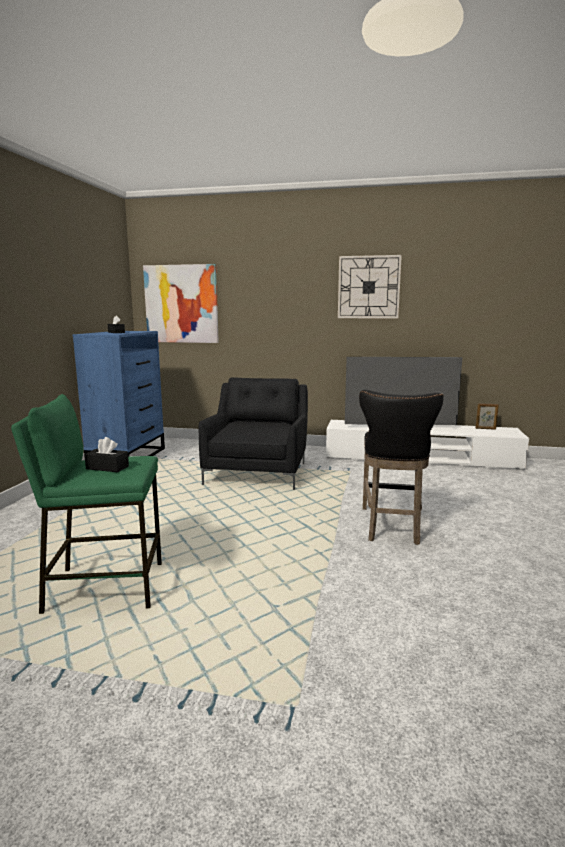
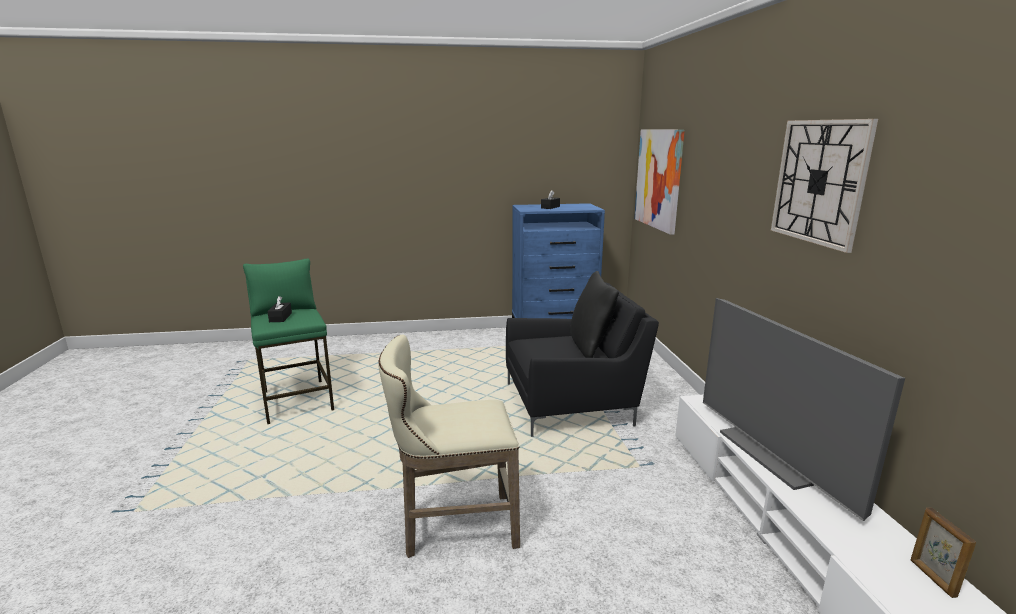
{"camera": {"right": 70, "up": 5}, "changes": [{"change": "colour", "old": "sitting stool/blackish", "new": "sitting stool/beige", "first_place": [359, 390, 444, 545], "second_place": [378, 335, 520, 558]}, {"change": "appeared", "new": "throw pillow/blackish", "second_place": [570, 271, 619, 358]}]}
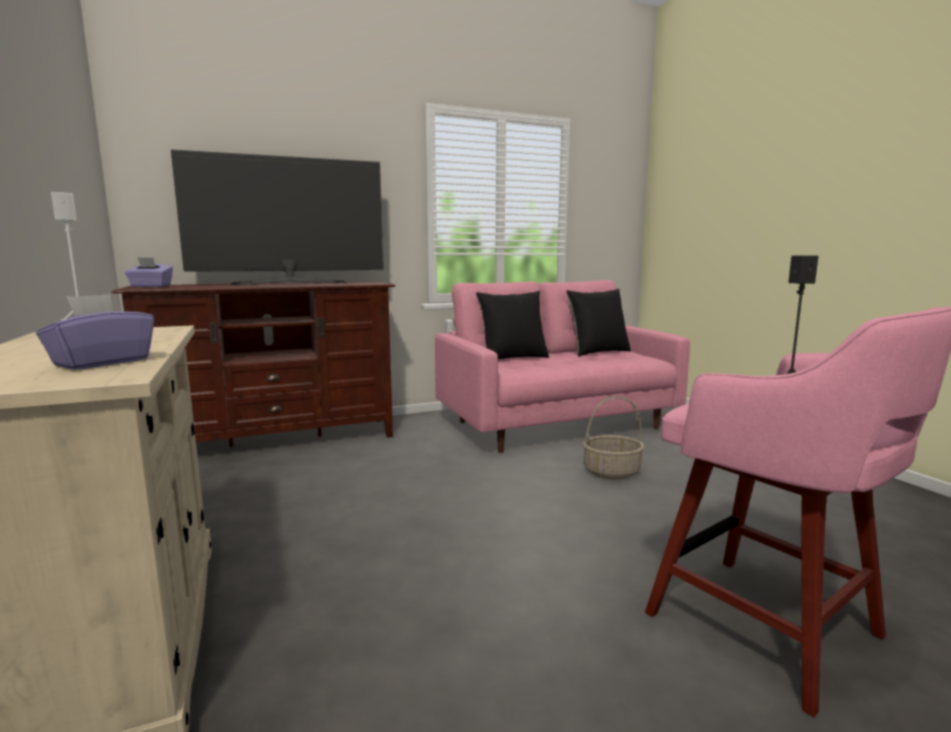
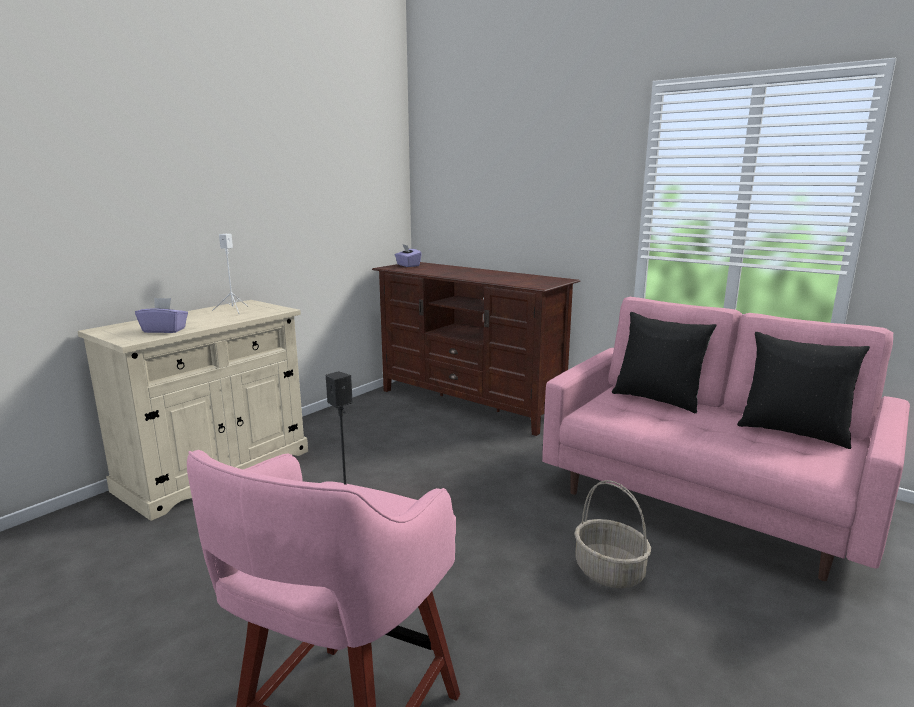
{"camera": {"right": 60, "up": 5}, "changes": [{"change": "missing", "old": "television", "first_place": [171, 149, 384, 285]}]}
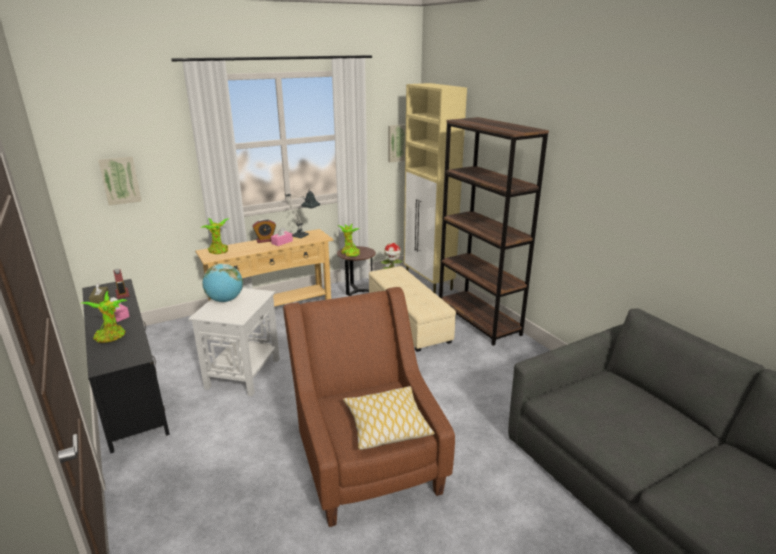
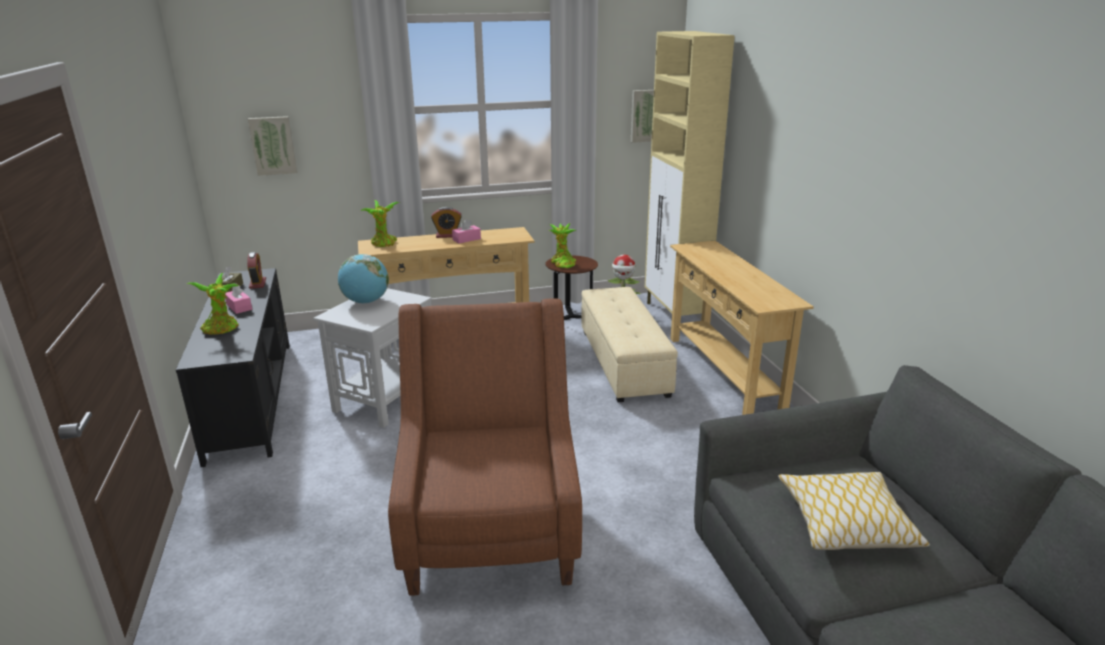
{"camera": {"right": 15, "up": 0}, "changes": [{"change": "missing", "old": "lamp for a table", "first_place": [285, 191, 320, 238]}, {"change": "relocated", "old": "throw pillow", "first_place": [343, 386, 435, 450], "second_place": [778, 472, 930, 550]}, {"change": "exchanged", "old": "bookshelf/brown", "new": "console table/beige", "first_place": [439, 117, 549, 346], "second_place": [670, 241, 814, 415]}]}
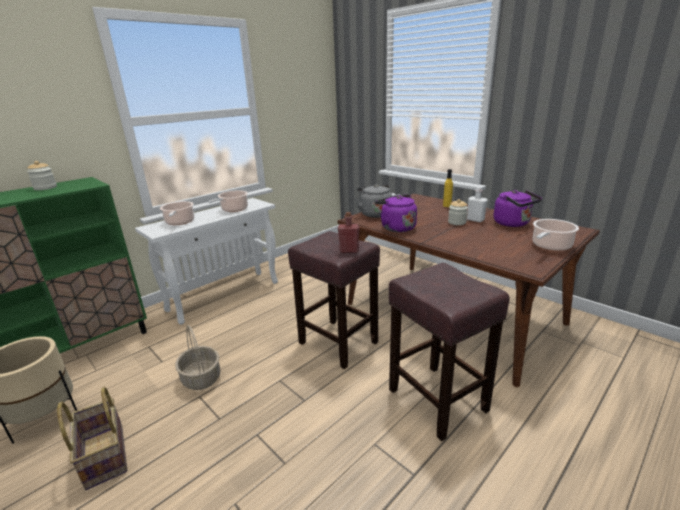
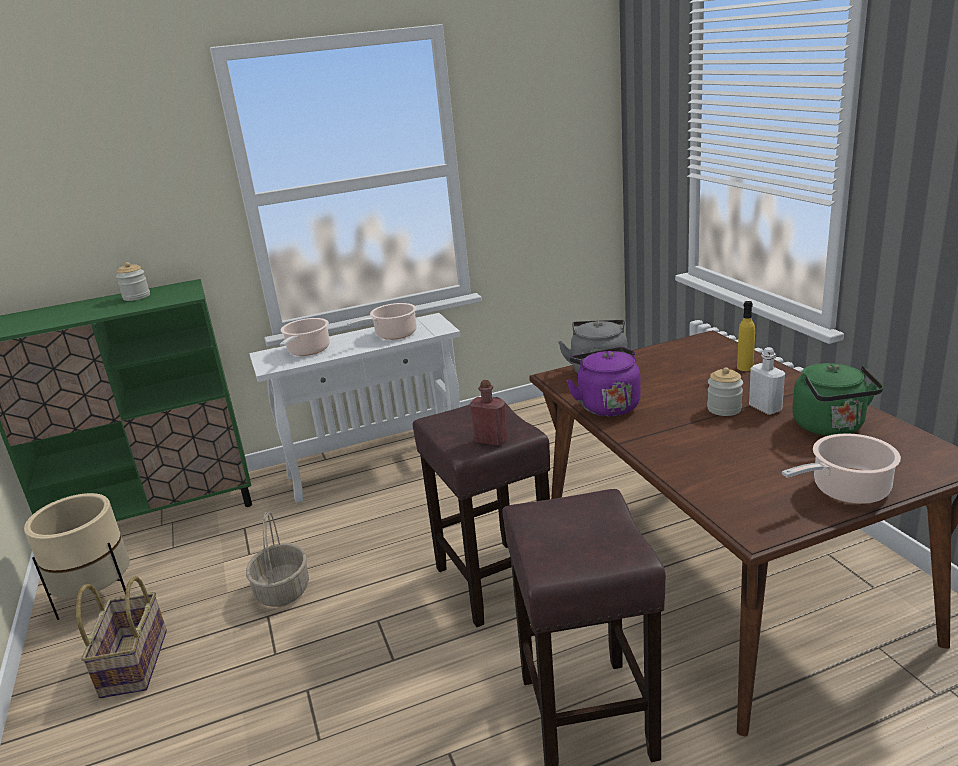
{"camera": {"right": 25, "up": 0}, "changes": [{"change": "colour", "old": "tea kettle/purple", "new": "tea kettle/green-coloured", "first_place": [494, 190, 542, 227], "second_place": [792, 363, 884, 436]}]}
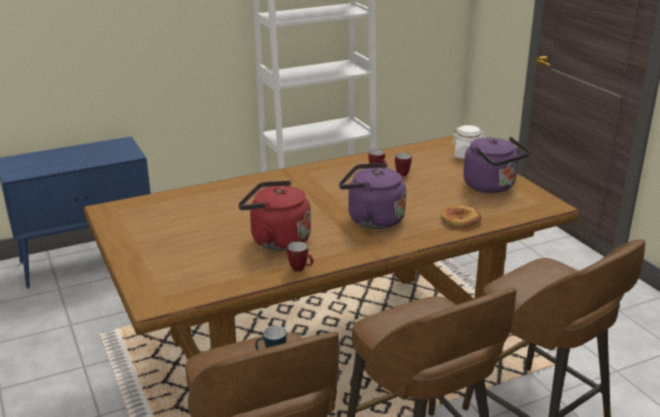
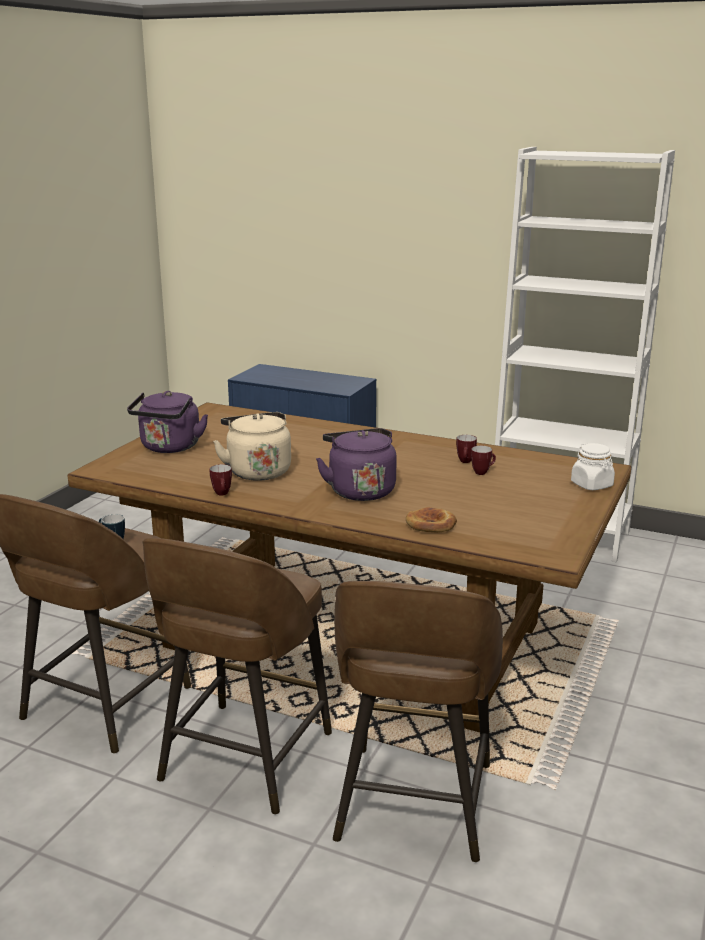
{"camera": {"right": 50, "up": -5}, "changes": [{"change": "colour", "old": "tea kettle/red-coloured", "new": "tea kettle/beige", "first_place": [238, 180, 311, 251], "second_place": [213, 412, 291, 481]}, {"change": "relocated", "old": "tea kettle/purple", "first_place": [463, 137, 530, 193], "second_place": [127, 391, 208, 453]}]}
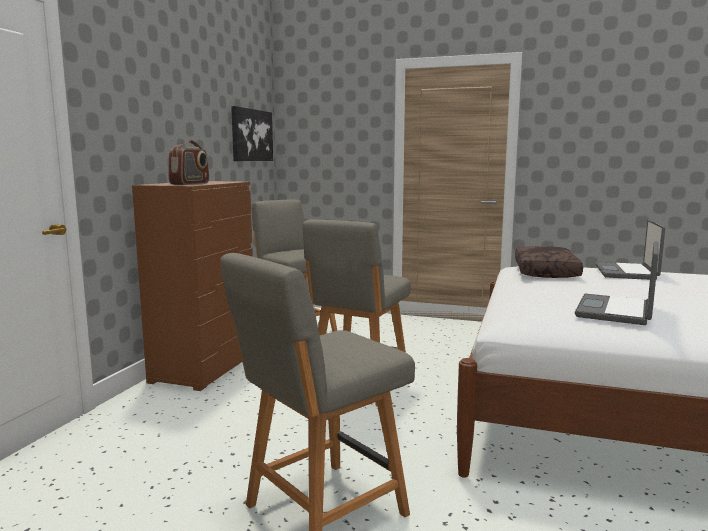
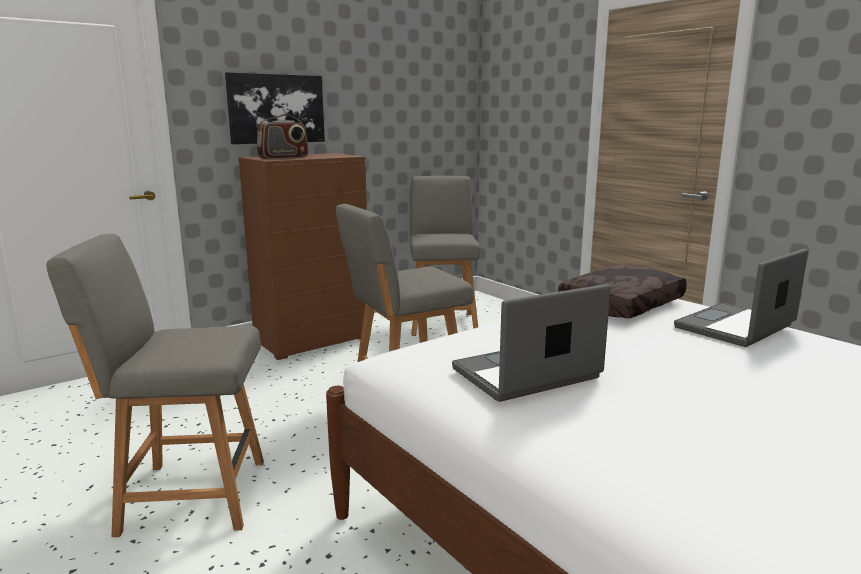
{"camera": {"right": 35, "up": 5}, "changes": [{"change": "relocated", "old": "wall art", "first_place": [231, 106, 273, 161], "second_place": [225, 72, 325, 144]}]}
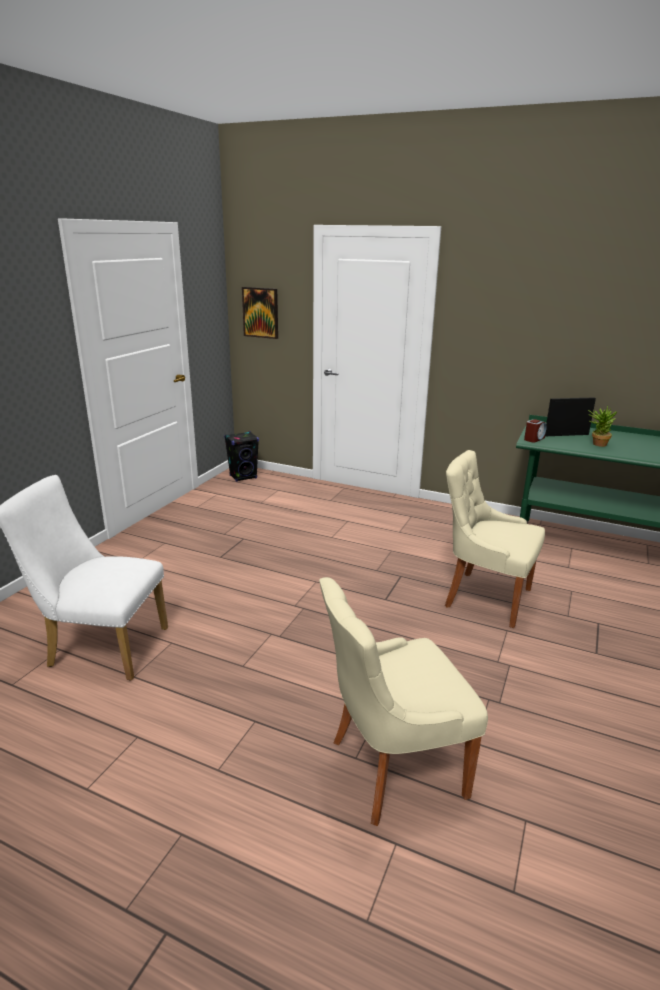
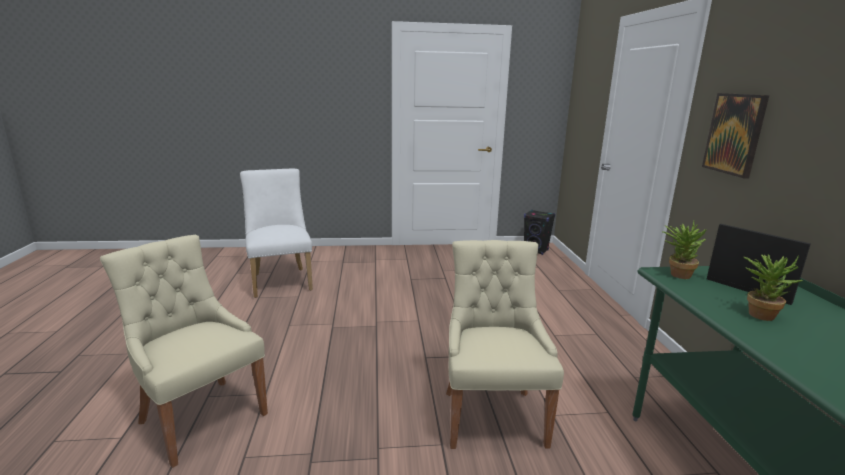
{"camera": {"right": 60, "up": -5}, "changes": [{"change": "relocated", "old": "wall art", "first_place": [242, 287, 278, 339], "second_place": [702, 93, 769, 179]}, {"change": "exchanged", "old": "bedside clock", "new": "potted plant", "first_place": [524, 419, 547, 443], "second_place": [662, 221, 707, 279]}]}
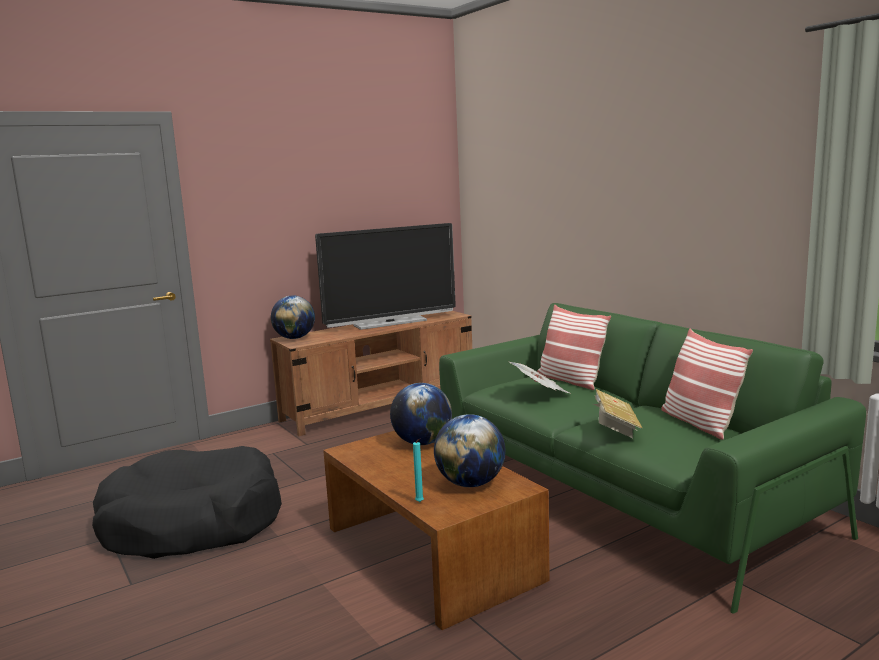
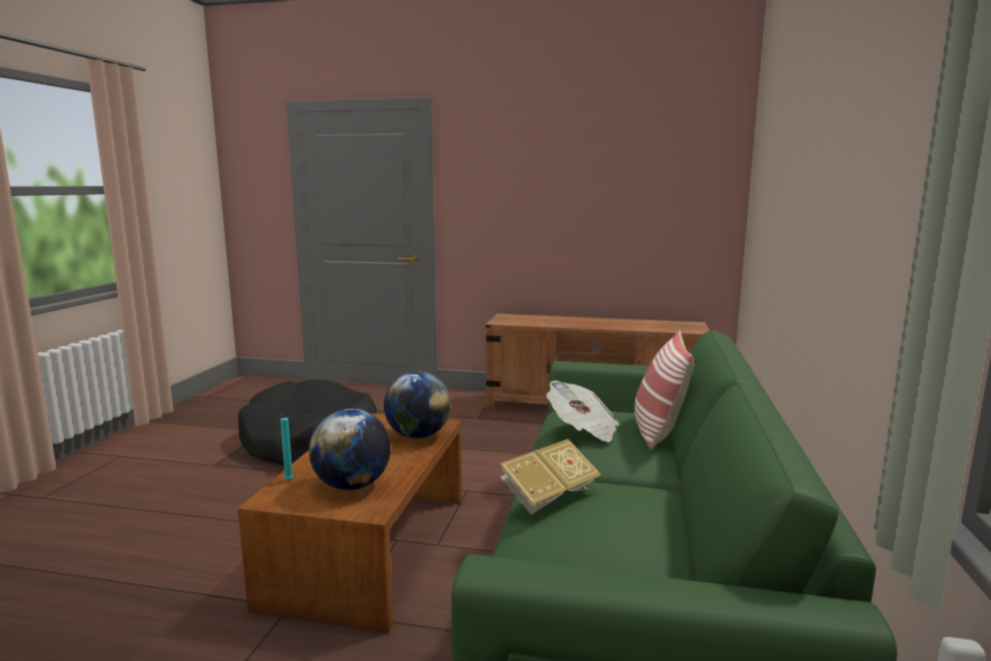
{"camera": {"right": 45, "up": 0}, "changes": [{"change": "missing", "old": "world globe", "first_place": [271, 295, 315, 339]}, {"change": "missing", "old": "television", "first_place": [315, 223, 456, 330]}, {"change": "missing", "old": "throw pillow", "first_place": [661, 329, 753, 440]}]}
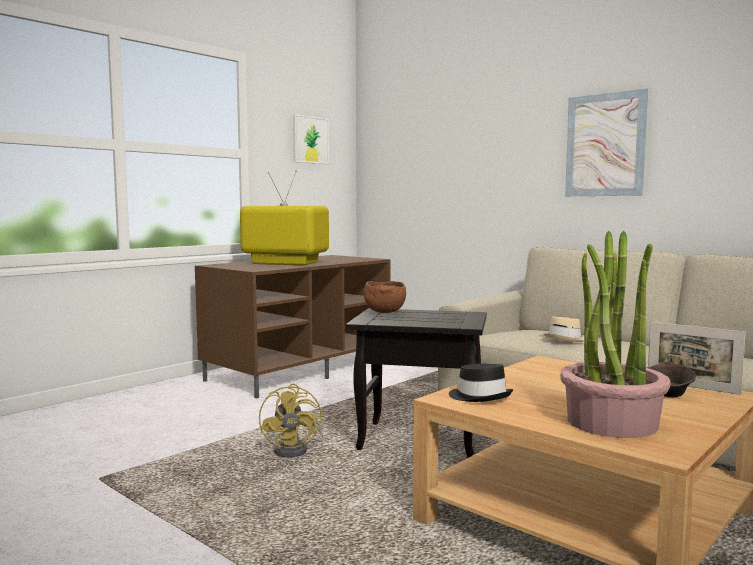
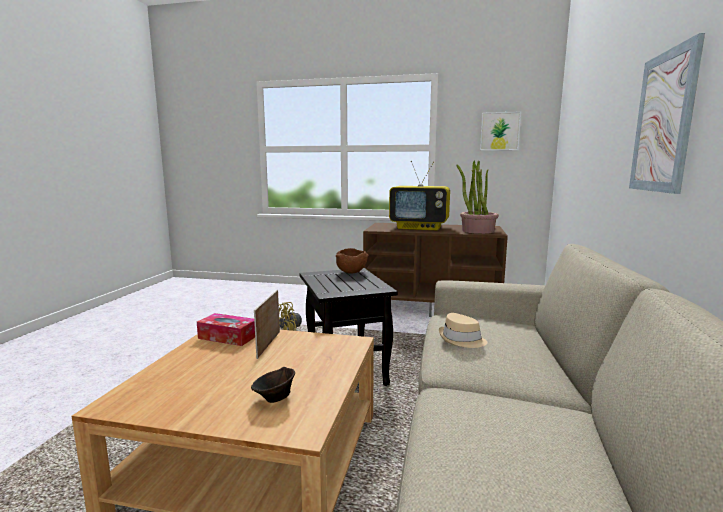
{"camera": {"right": 60, "up": 5}, "changes": [{"change": "spun", "old": "television", "first_place": [240, 170, 329, 265], "second_place": [389, 161, 450, 230], "degrees": 120}, {"change": "exchanged", "old": "hat/blackish", "new": "tissue holder", "first_place": [449, 363, 513, 402], "second_place": [197, 313, 255, 346]}, {"change": "relocated", "old": "potted plant", "first_place": [560, 231, 671, 438], "second_place": [456, 161, 499, 234]}, {"change": "relocated", "old": "standing frame", "first_place": [648, 322, 746, 395], "second_place": [254, 290, 280, 359]}]}
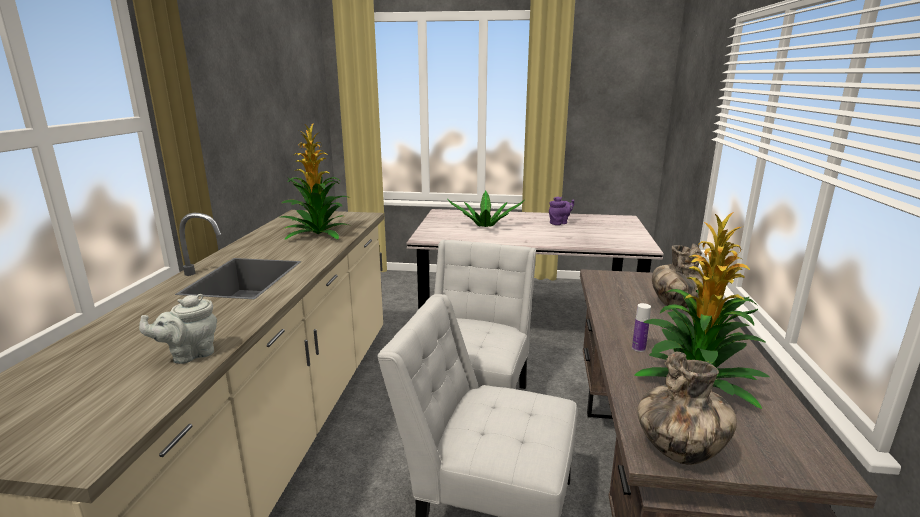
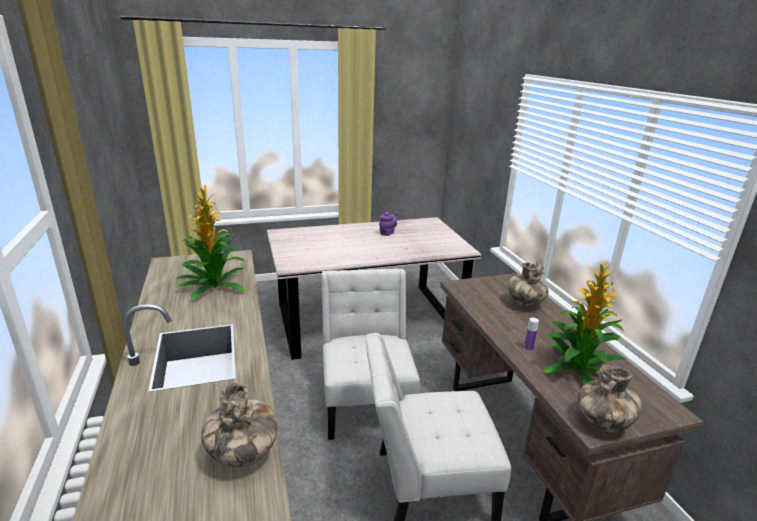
{"camera": {"right": -25, "up": 5}, "changes": [{"change": "exchanged", "old": "tea pot/greyish", "new": "flower vase", "first_place": [139, 294, 217, 364], "second_place": [201, 383, 277, 467]}, {"change": "missing", "old": "potted plant", "first_place": [447, 191, 525, 227]}]}
